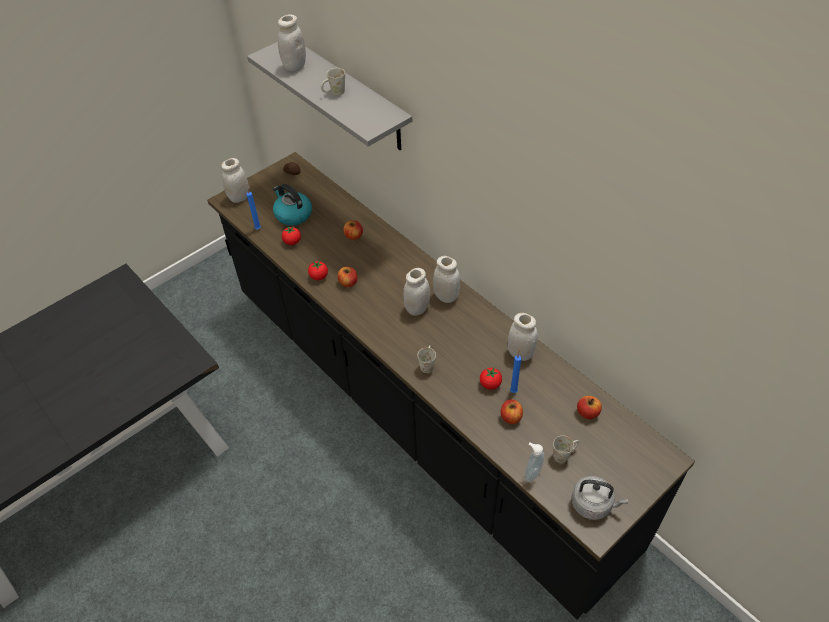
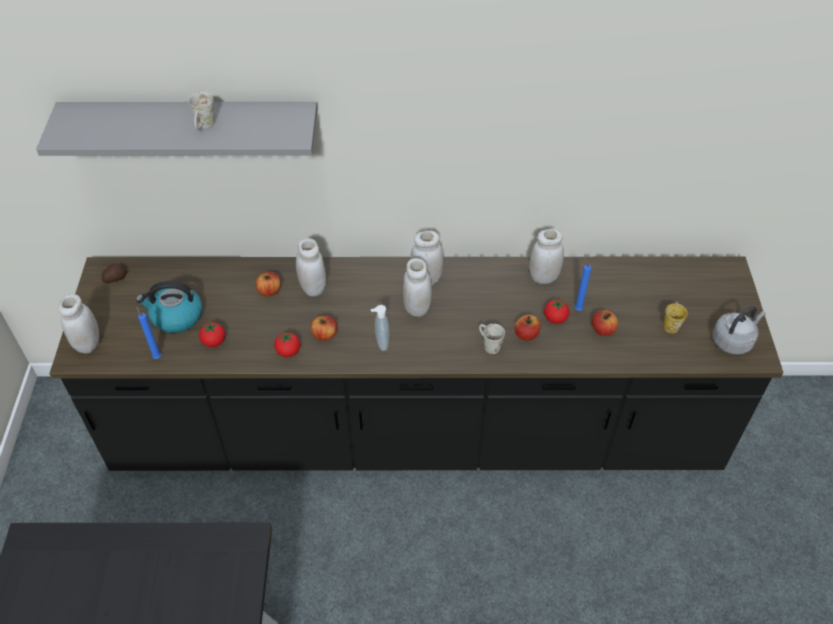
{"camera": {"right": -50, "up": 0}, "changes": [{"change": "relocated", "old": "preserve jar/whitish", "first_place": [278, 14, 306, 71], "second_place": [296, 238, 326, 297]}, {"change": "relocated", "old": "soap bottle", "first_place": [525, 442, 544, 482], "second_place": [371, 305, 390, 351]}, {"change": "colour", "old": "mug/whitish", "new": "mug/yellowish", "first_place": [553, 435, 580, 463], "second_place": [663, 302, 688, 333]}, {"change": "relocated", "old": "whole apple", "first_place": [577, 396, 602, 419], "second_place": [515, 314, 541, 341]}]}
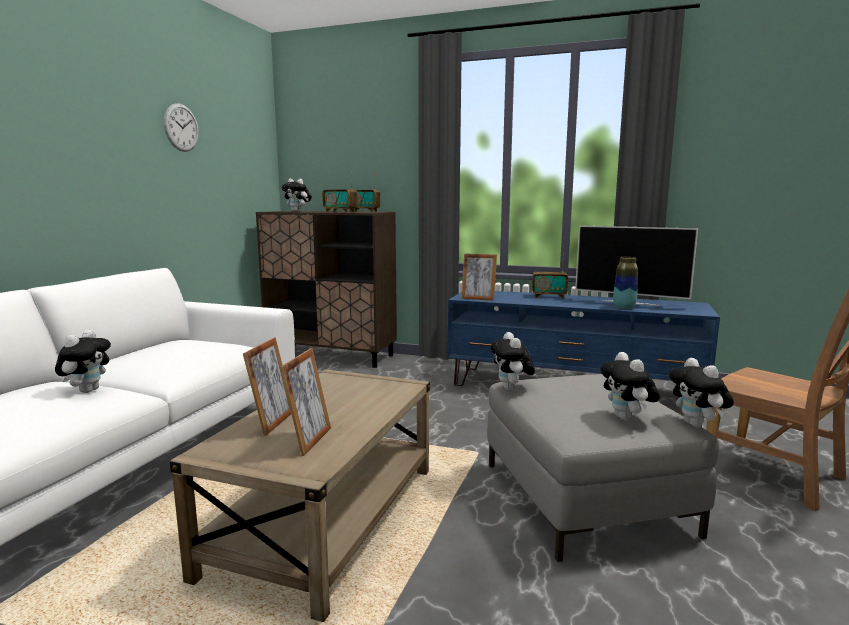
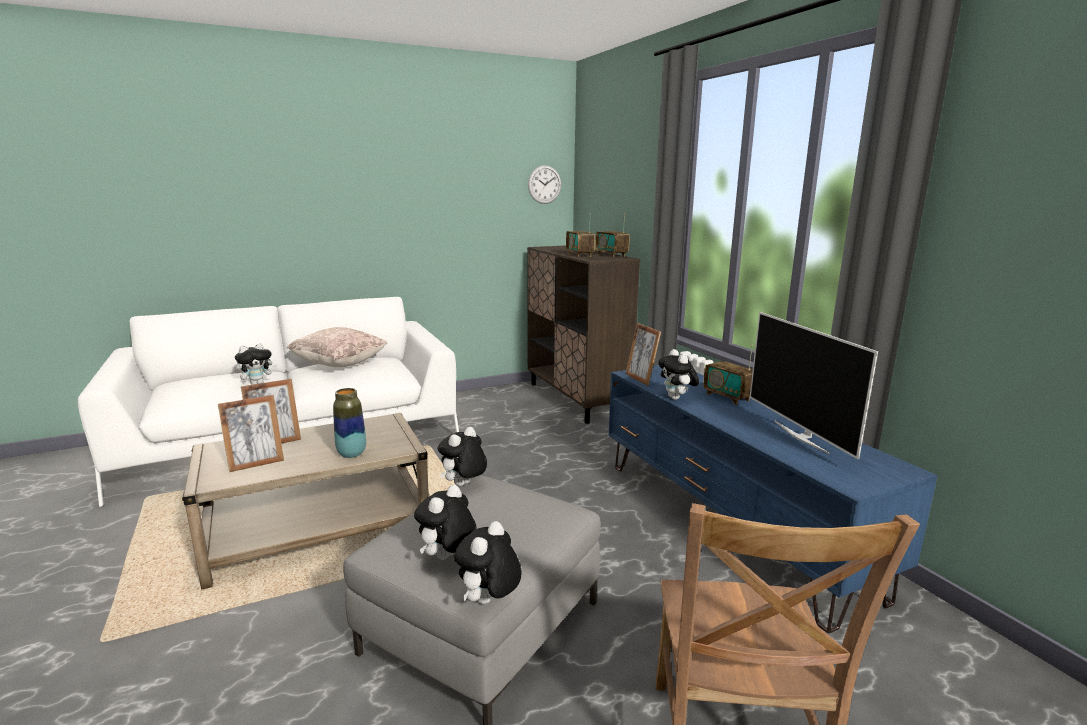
{"camera": {"right": 45, "up": 5}, "changes": [{"change": "relocated", "old": "clock on the wall", "first_place": [164, 103, 199, 152], "second_place": [528, 165, 561, 204]}, {"change": "relocated", "old": "plush toy", "first_place": [281, 179, 312, 212], "second_place": [658, 349, 699, 400]}, {"change": "relocated", "old": "flower vase", "first_place": [613, 257, 638, 309], "second_place": [333, 388, 366, 458]}, {"change": "appeared", "new": "throw pillow/beige", "second_place": [287, 327, 387, 367]}]}
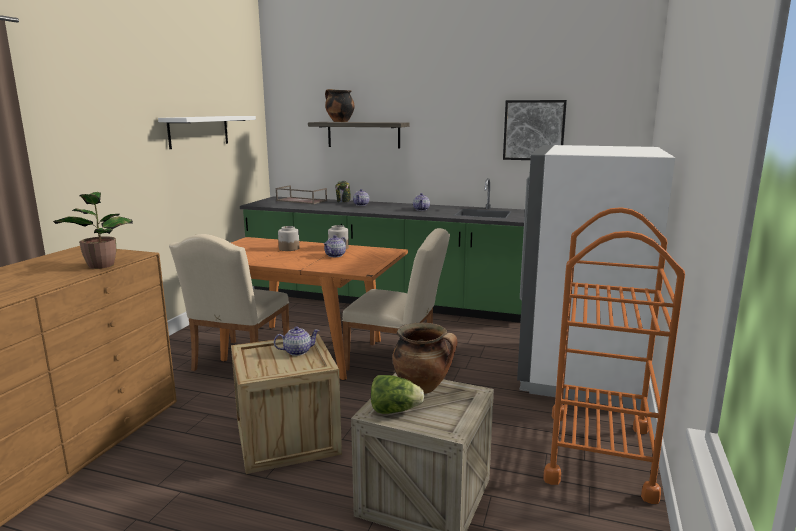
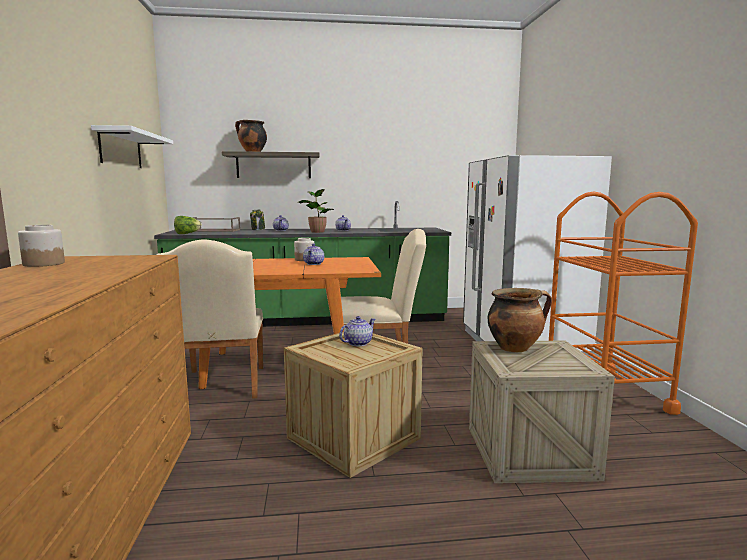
{"camera": {"right": -25, "up": -5}, "changes": [{"change": "relocated", "old": "potted plant", "first_place": [53, 192, 133, 269], "second_place": [298, 189, 334, 233]}, {"change": "relocated", "old": "preserve jar", "first_place": [278, 226, 300, 251], "second_place": [18, 225, 65, 267]}, {"change": "relocated", "old": "lettuce head", "first_place": [371, 375, 424, 414], "second_place": [174, 216, 202, 234]}, {"change": "missing", "old": "wall art", "first_place": [503, 100, 567, 160]}]}
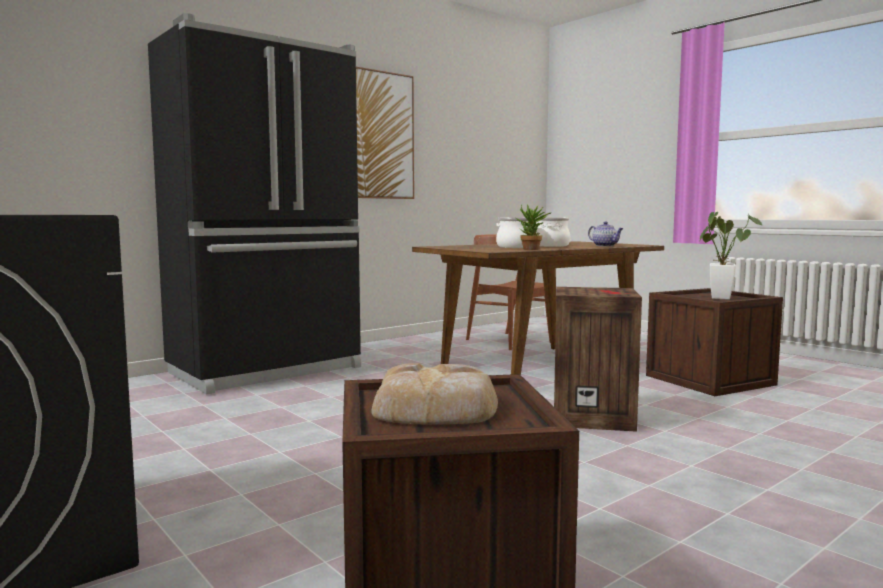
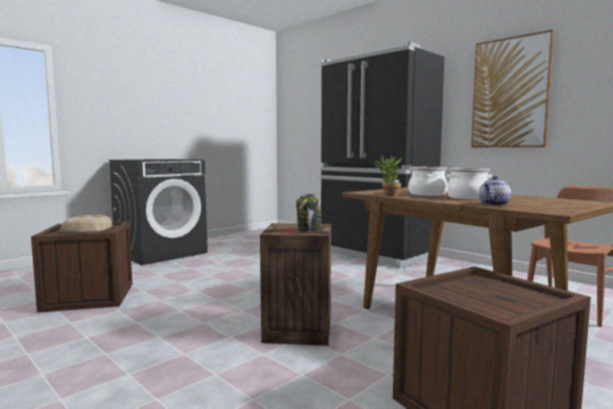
{"camera": {"right": 85, "up": 0}, "changes": [{"change": "missing", "old": "potted plant", "first_place": [700, 212, 763, 300]}, {"change": "appeared", "new": "preserve jar", "second_place": [296, 194, 322, 232]}]}
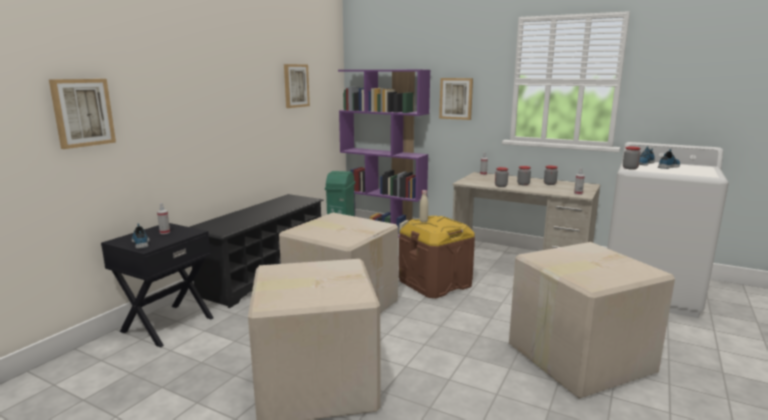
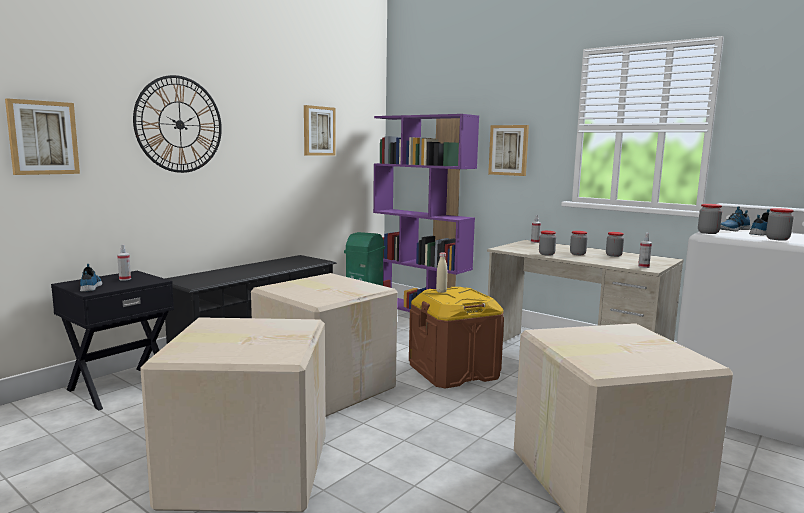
{"camera": {"right": 10, "up": -5}, "changes": [{"change": "appeared", "new": "clock on the wall", "second_place": [133, 75, 222, 173]}, {"change": "appeared", "new": "preserve jar", "second_place": [766, 208, 794, 241]}]}
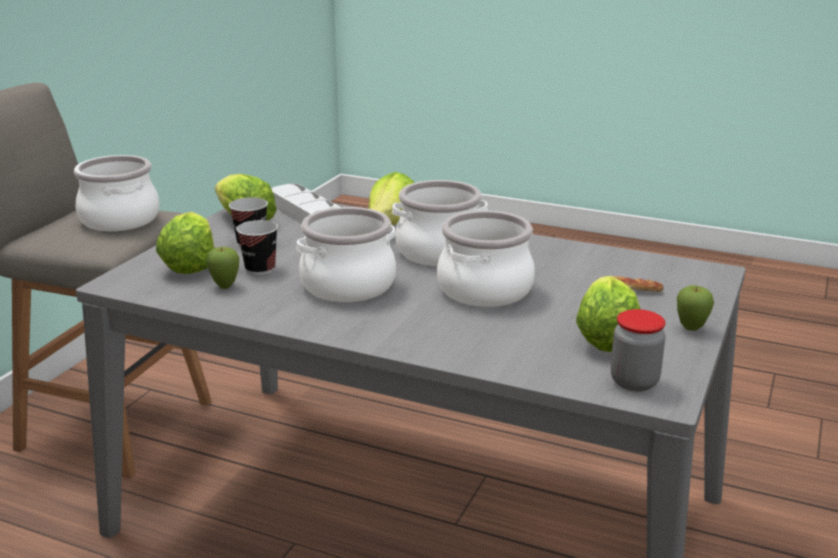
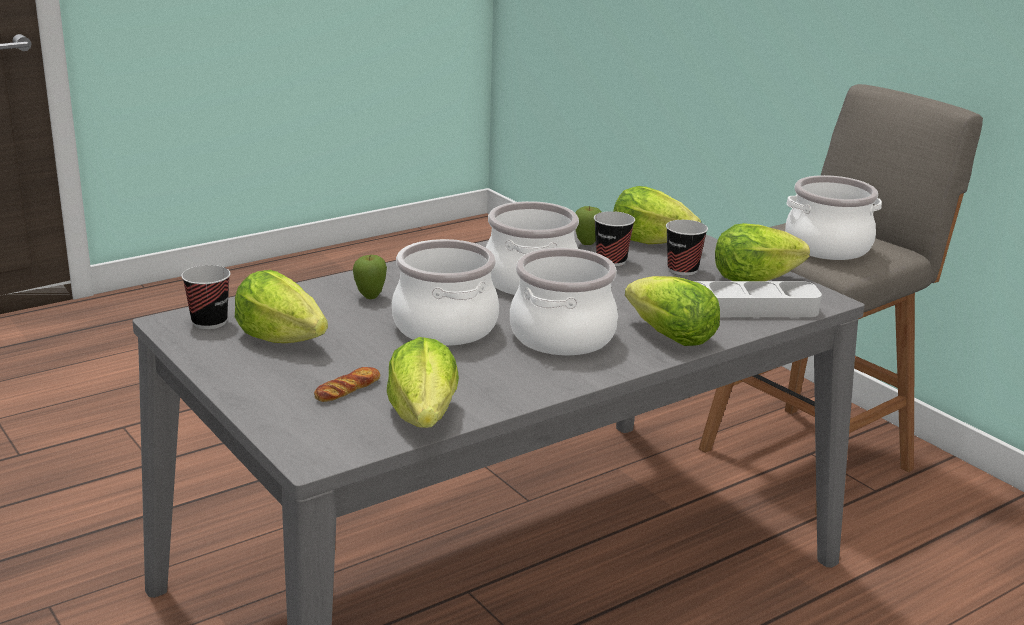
{"camera": {"right": 120, "up": 0}, "changes": [{"change": "exchanged", "old": "preserve jar", "new": "drinking cup", "first_place": [611, 309, 666, 392], "second_place": [181, 265, 231, 329]}, {"change": "relocated", "old": "whole apple", "first_place": [677, 285, 714, 331], "second_place": [353, 255, 387, 299]}, {"change": "appeared", "new": "lettuce head", "second_place": [387, 337, 459, 428]}]}
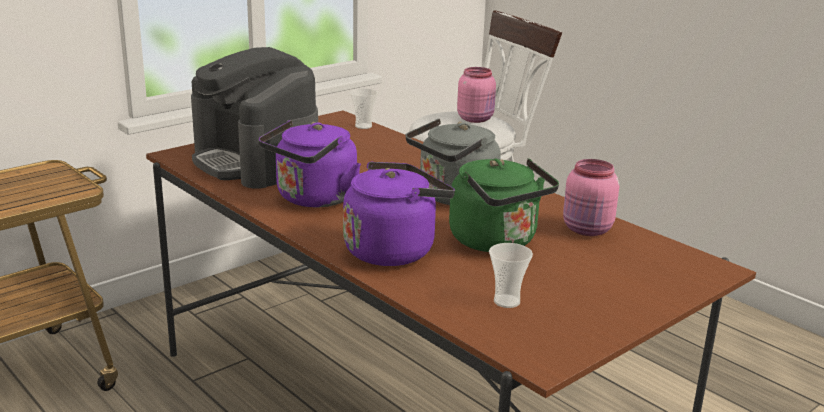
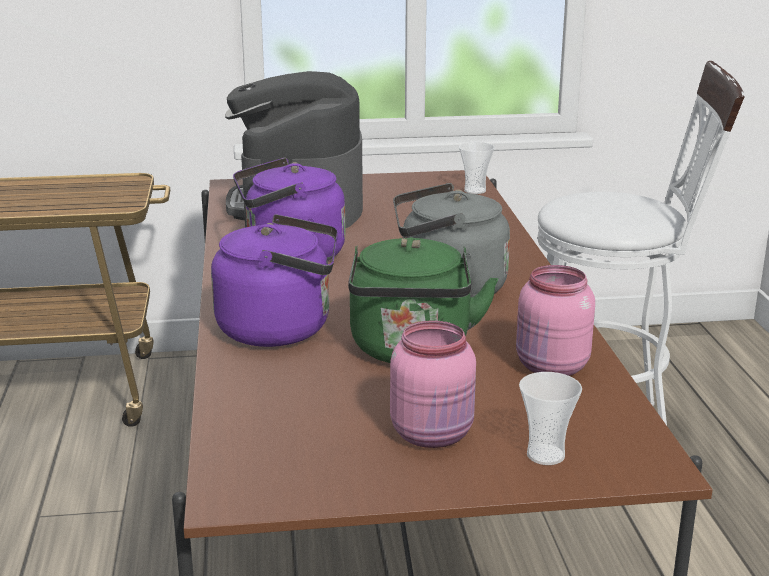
{"camera": {"right": 35, "up": 0}, "changes": [{"change": "relocated", "old": "preserve jar/pinkish", "first_place": [457, 67, 496, 123], "second_place": [390, 320, 476, 448]}, {"change": "relocated", "old": "drinking cup", "first_place": [489, 243, 533, 308], "second_place": [519, 372, 582, 465]}]}
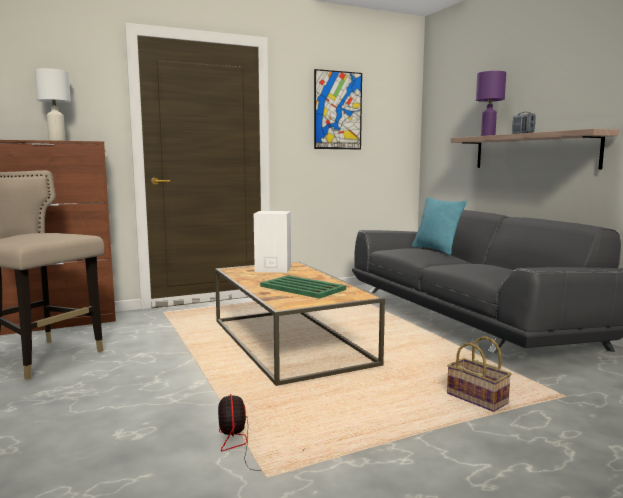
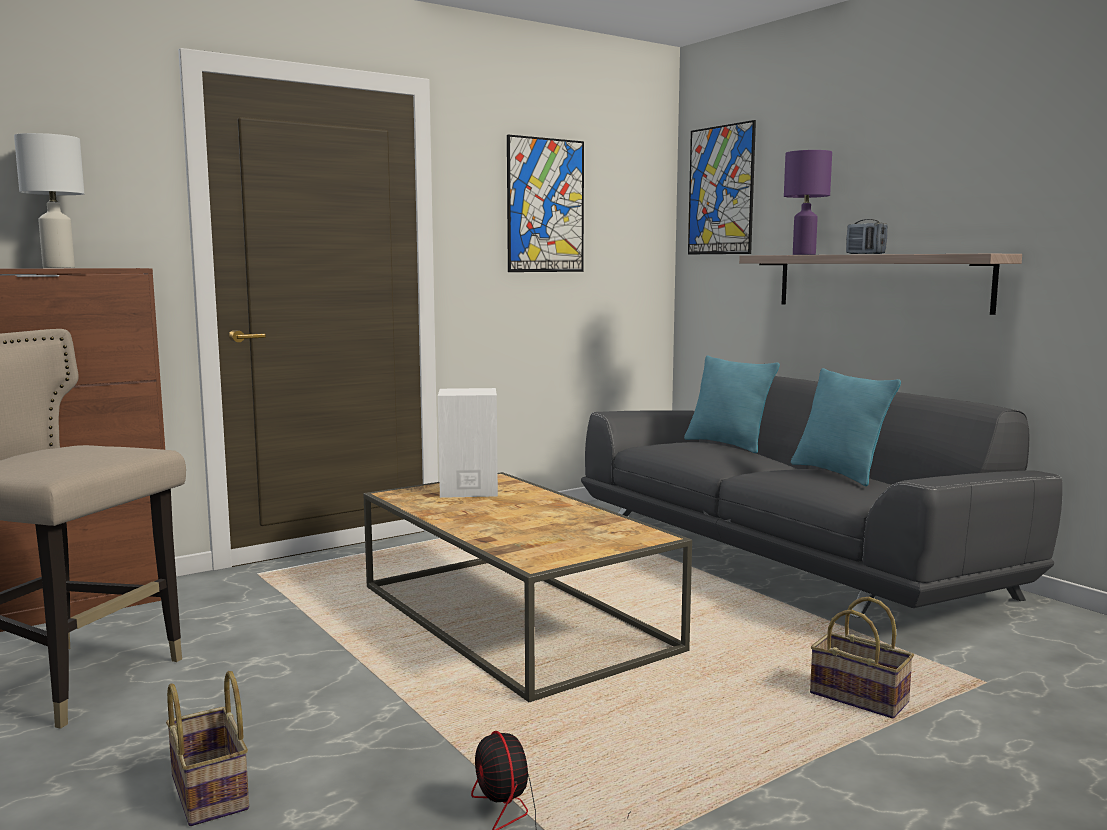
{"camera": {"right": -10, "up": 0}, "changes": [{"change": "missing", "old": "serving tray/green-coloured", "first_place": [260, 275, 346, 299]}, {"change": "appeared", "new": "household basket", "second_place": [166, 671, 249, 826]}, {"change": "appeared", "new": "wall art", "second_place": [688, 120, 756, 254]}, {"change": "appeared", "new": "throw pillow/turquoise", "second_place": [791, 368, 901, 486]}]}
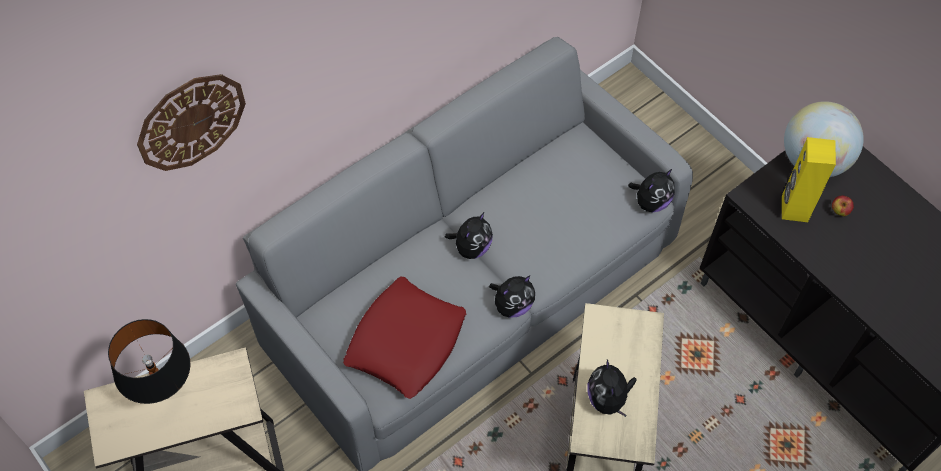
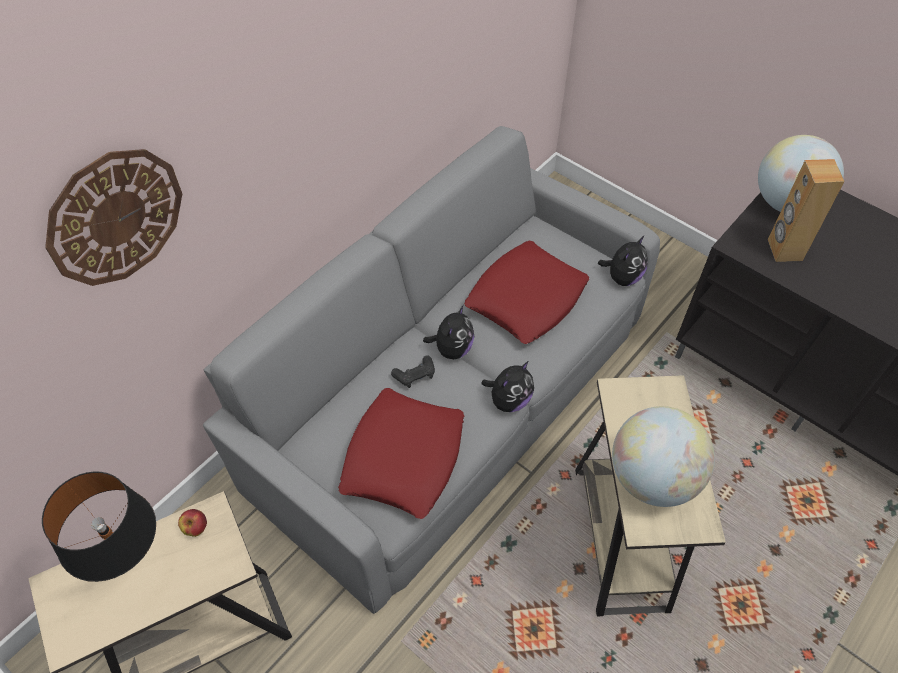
{"camera": {"right": -10, "up": -5}, "changes": [{"change": "exchanged", "old": "plush toy", "new": "world globe", "first_place": [588, 359, 637, 417], "second_place": [612, 406, 715, 507]}, {"change": "colour", "old": "audio speaker/yellowish", "new": "audio speaker/brown", "first_place": [782, 137, 836, 222], "second_place": [768, 159, 845, 262]}, {"change": "relocated", "old": "whole apple", "first_place": [832, 195, 854, 216], "second_place": [178, 509, 207, 537]}, {"change": "appeared", "new": "joypad/blackish", "second_place": [391, 355, 435, 388]}, {"change": "appeared", "new": "throw pillow/red-coloured", "second_place": [464, 241, 589, 344]}]}
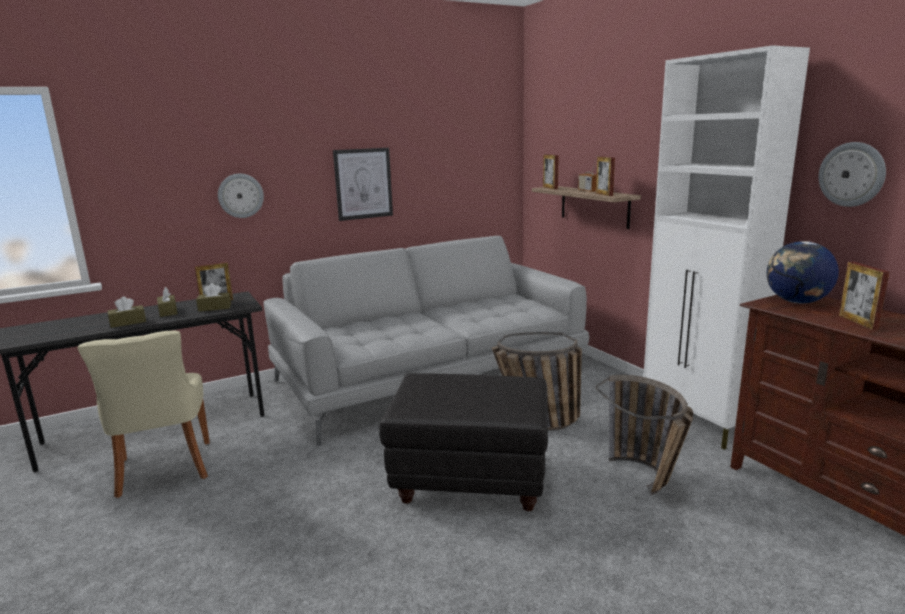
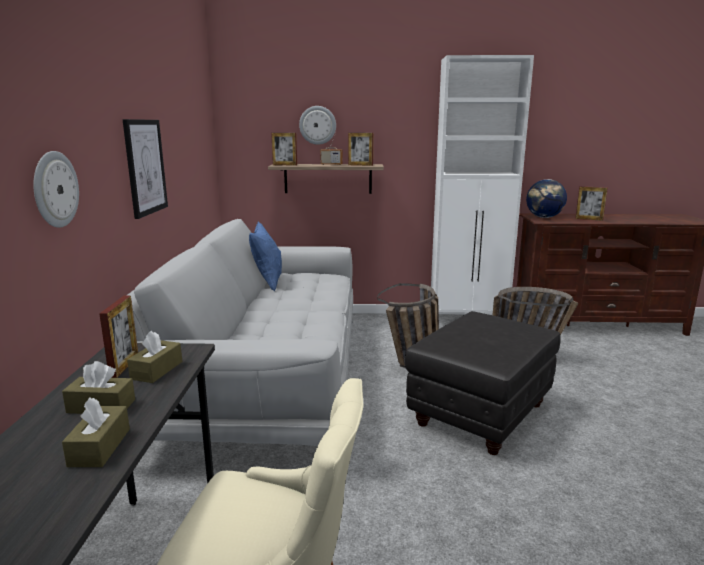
{"camera": {"right": -60, "up": 0}, "changes": [{"change": "relocated", "old": "clock on the wall", "first_place": [818, 142, 886, 207], "second_place": [299, 106, 336, 145]}, {"change": "appeared", "new": "throw pillow/blue-coloured", "second_place": [249, 222, 282, 291]}]}
